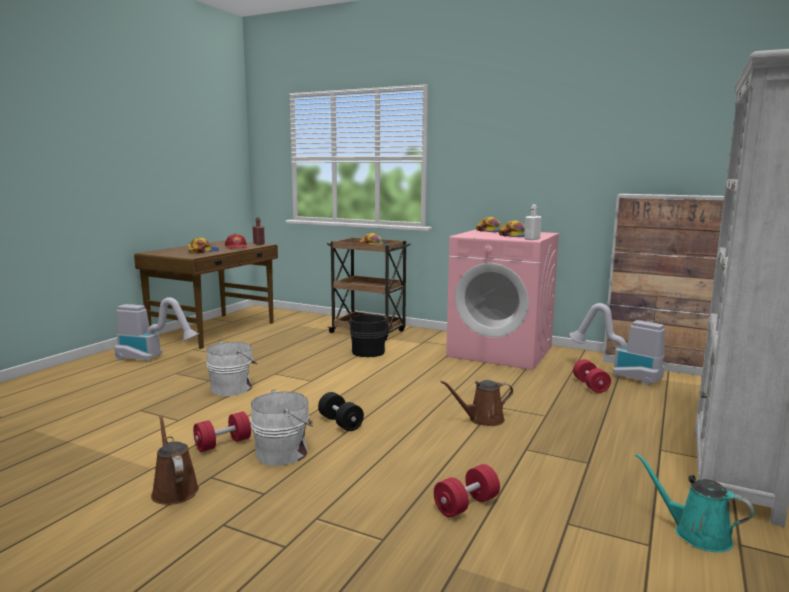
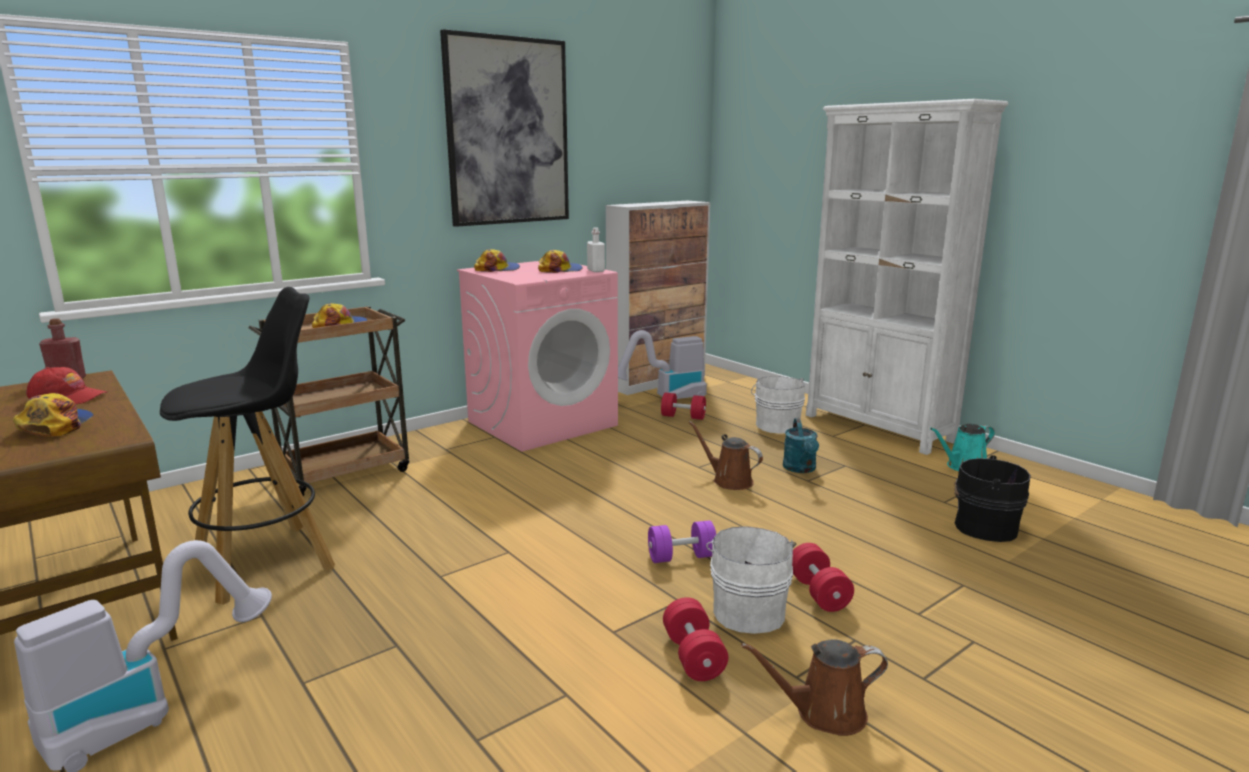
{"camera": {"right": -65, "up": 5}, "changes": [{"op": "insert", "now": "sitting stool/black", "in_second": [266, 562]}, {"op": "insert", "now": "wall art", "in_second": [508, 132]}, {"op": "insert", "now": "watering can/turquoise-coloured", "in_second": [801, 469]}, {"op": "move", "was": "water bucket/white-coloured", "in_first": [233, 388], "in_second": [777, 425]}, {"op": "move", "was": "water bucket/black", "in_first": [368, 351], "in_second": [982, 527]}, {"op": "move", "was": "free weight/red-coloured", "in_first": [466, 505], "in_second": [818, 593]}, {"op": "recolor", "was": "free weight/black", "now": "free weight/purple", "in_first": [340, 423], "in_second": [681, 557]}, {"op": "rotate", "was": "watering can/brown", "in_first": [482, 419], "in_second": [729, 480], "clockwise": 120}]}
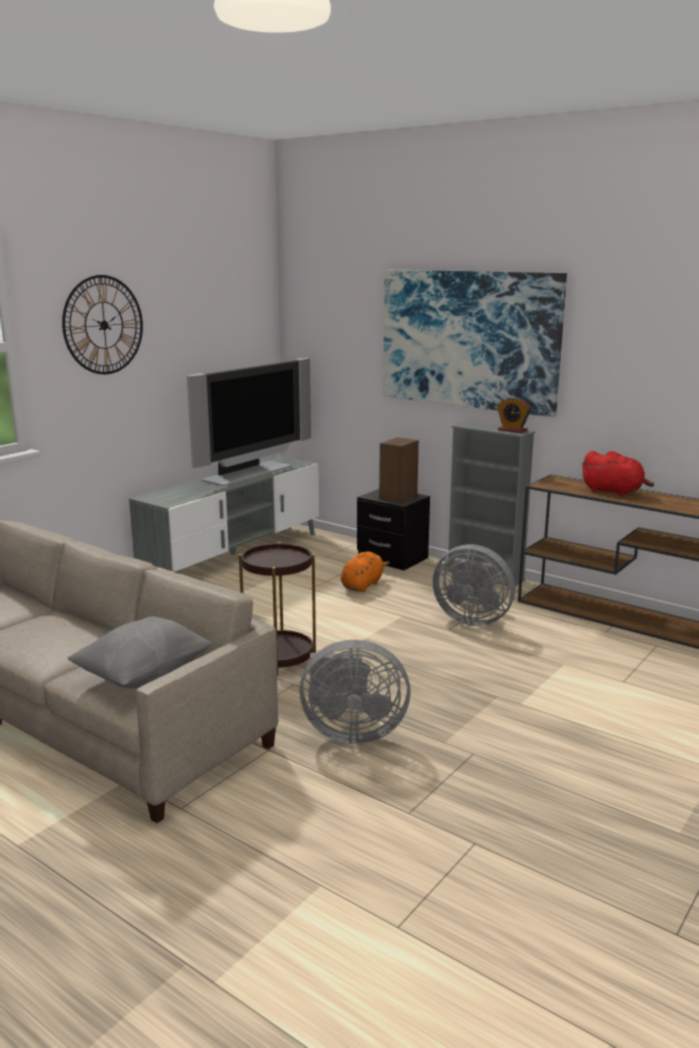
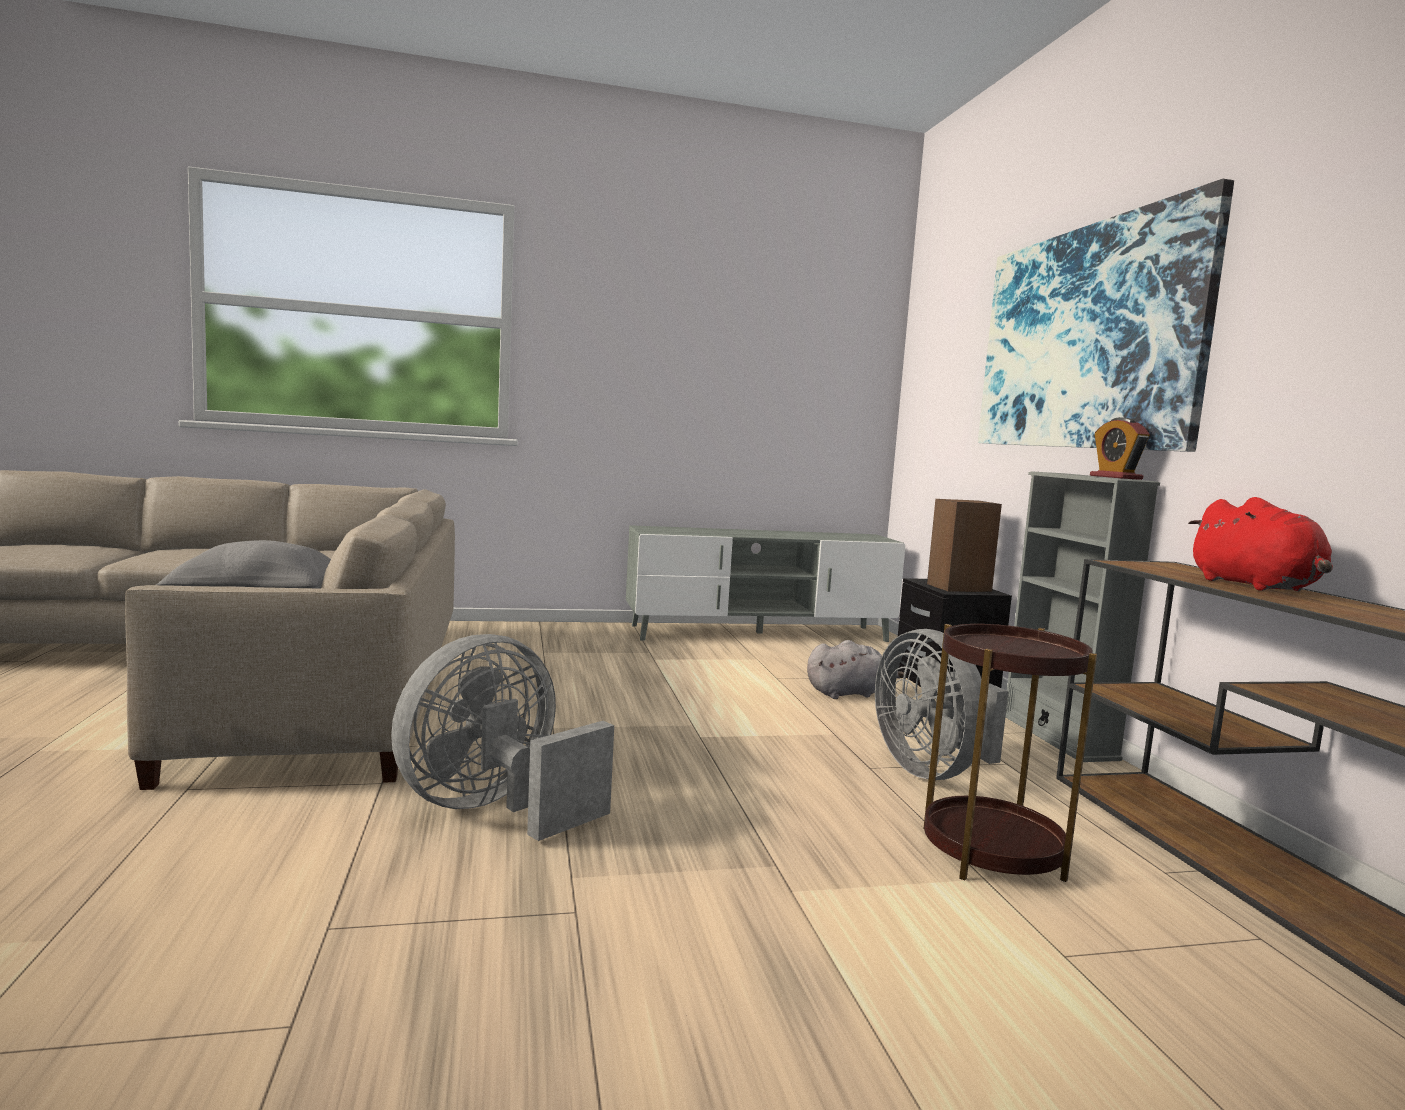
{"camera": {"right": 40, "up": -10}, "changes": [{"op": "delete", "was": "hanging clock", "in_first": [103, 325]}, {"op": "delete", "was": "TV", "in_first": [249, 473]}, {"op": "move", "was": "side table/brown", "in_first": [279, 658], "in_second": [991, 853]}, {"op": "recolor", "was": "cuddly toy/orange-coloured", "now": "cuddly toy/greyish", "in_first": [363, 585], "in_second": [848, 693]}, {"op": "rotate", "was": "fan/greyish", "in_first": [351, 732], "in_second": [495, 809], "clockwise": 90}]}
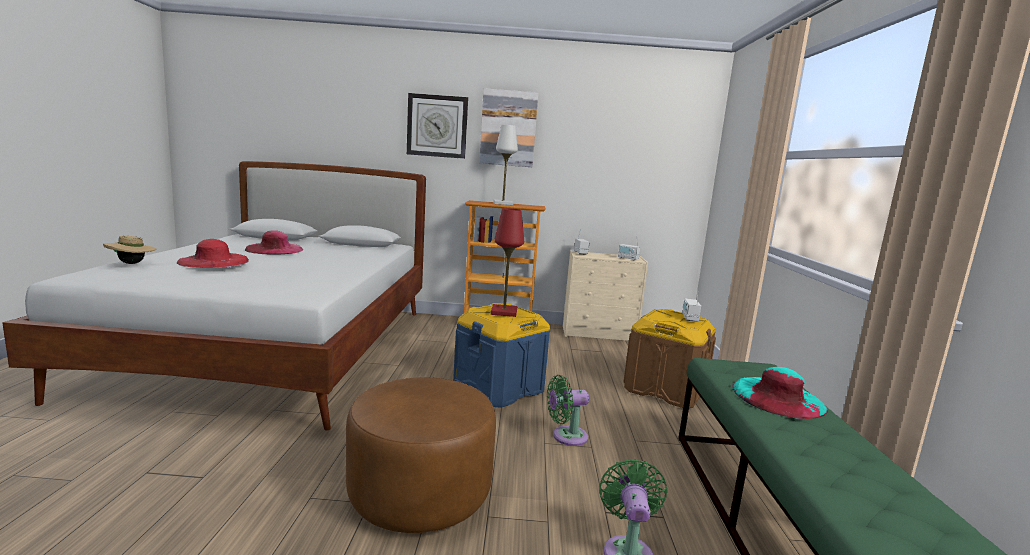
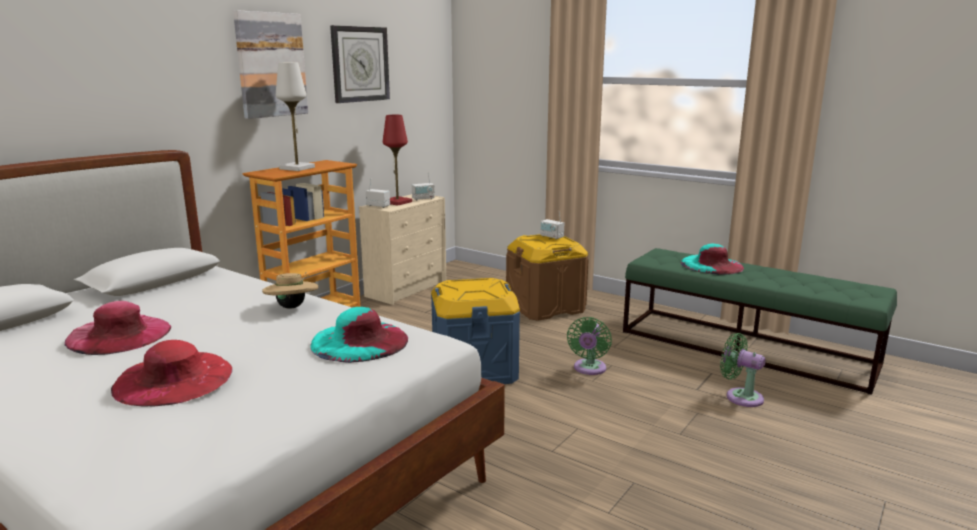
{"camera": {"right": -55, "up": 5}, "changes": [{"op": "delete", "was": "footrest/brown", "in_first": [420, 493]}, {"op": "insert", "now": "wearable hat/turquoise-coloured", "in_second": [359, 341]}, {"op": "move", "was": "wearable hat/beige", "in_first": [132, 263], "in_second": [292, 307]}, {"op": "move", "was": "hanging clock", "in_first": [437, 126], "in_second": [360, 64]}, {"op": "move", "was": "table lamp/red-coloured", "in_first": [504, 312], "in_second": [397, 202]}]}
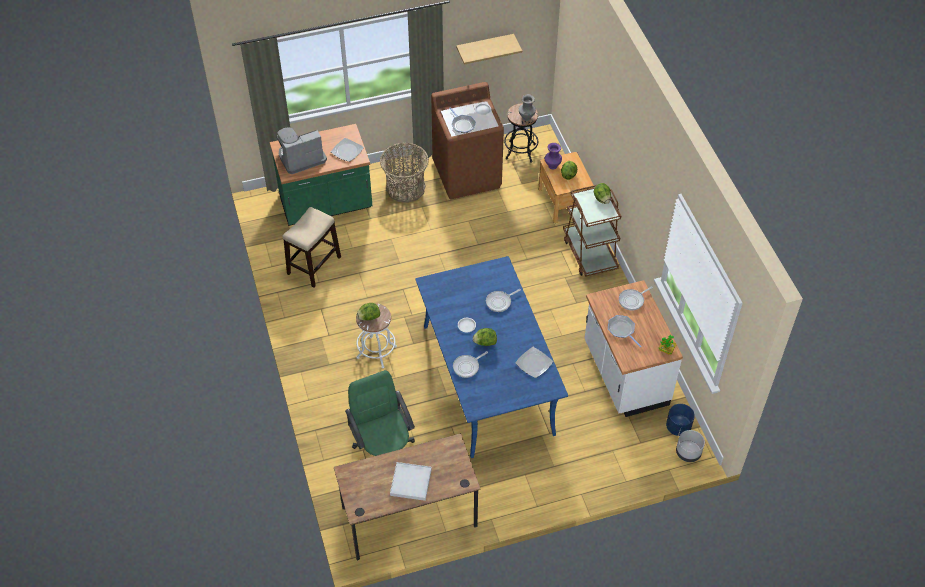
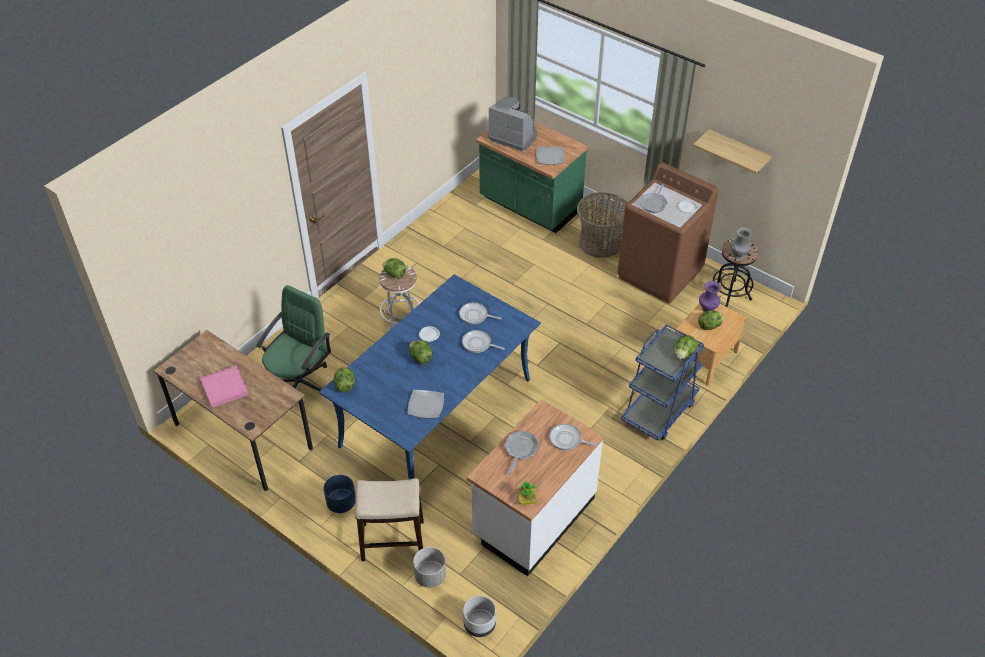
{"camera": {"right": 55, "up": -5}, "changes": [{"op": "insert", "now": "head of lettuce", "in_second": [345, 385]}, {"op": "insert", "now": "plant pot/greyish", "in_second": [430, 576]}, {"op": "move", "was": "sitting stool", "in_first": [314, 265], "in_second": [393, 540]}, {"op": "move", "was": "frying pan", "in_first": [467, 366], "in_second": [475, 315]}, {"op": "move", "was": "plant pot/blue", "in_first": [678, 427], "in_second": [341, 503]}, {"op": "recolor", "was": "tray/white-coloured", "now": "tray/pink-coloured", "in_first": [410, 482], "in_second": [224, 388]}, {"op": "recolor", "was": "trolley/brown", "now": "trolley/blue", "in_first": [589, 253], "in_second": [659, 411]}]}
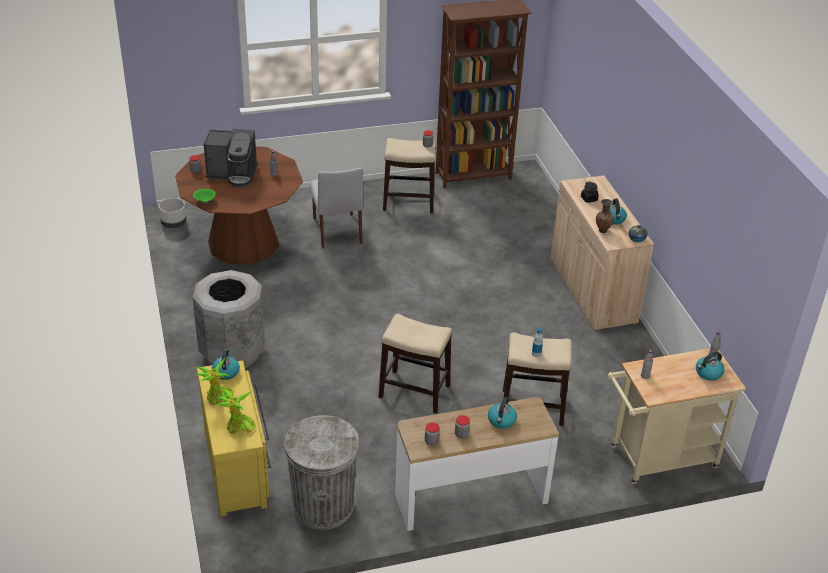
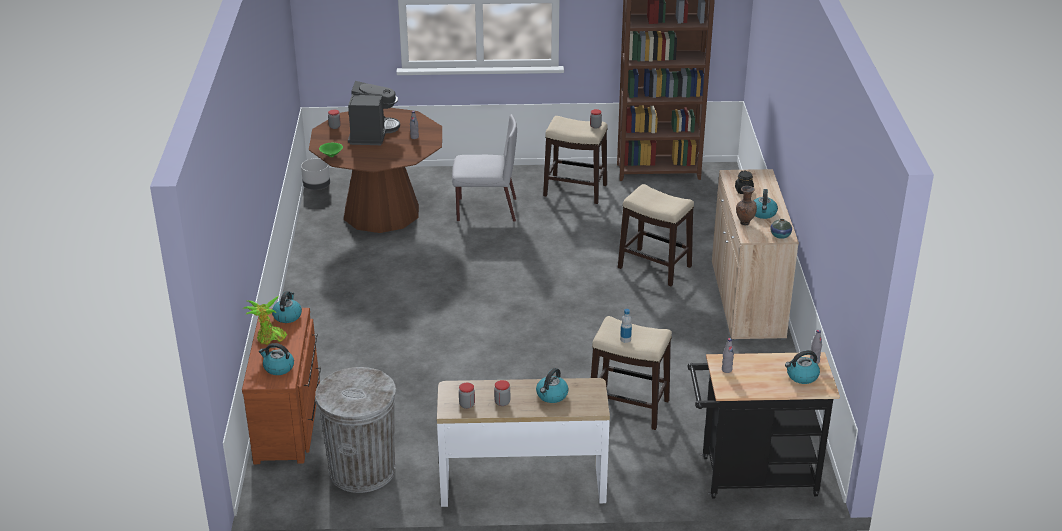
{"camera": {"right": 15, "up": -5}, "changes": [{"op": "delete", "was": "trash can/greyish", "in_first": [232, 352]}, {"op": "move", "was": "sitting stool", "in_first": [415, 391], "in_second": [655, 267]}, {"op": "replace", "was": "houseplant", "now": "tea kettle", "in_first": [239, 427], "in_second": [278, 368]}, {"op": "recolor", "was": "dresser/yellow-coloured", "now": "dresser/brown", "in_first": [237, 466], "in_second": [289, 420]}, {"op": "recolor", "was": "trolley/beige", "now": "trolley/black", "in_first": [657, 459], "in_second": [751, 477]}, {"op": "rotate", "was": "coffee brewer", "in_first": [233, 174], "in_second": [371, 133], "clockwise": -105}, {"op": "rotate", "was": "chair/greyish", "in_first": [337, 230], "in_second": [485, 210], "clockwise": -90}]}
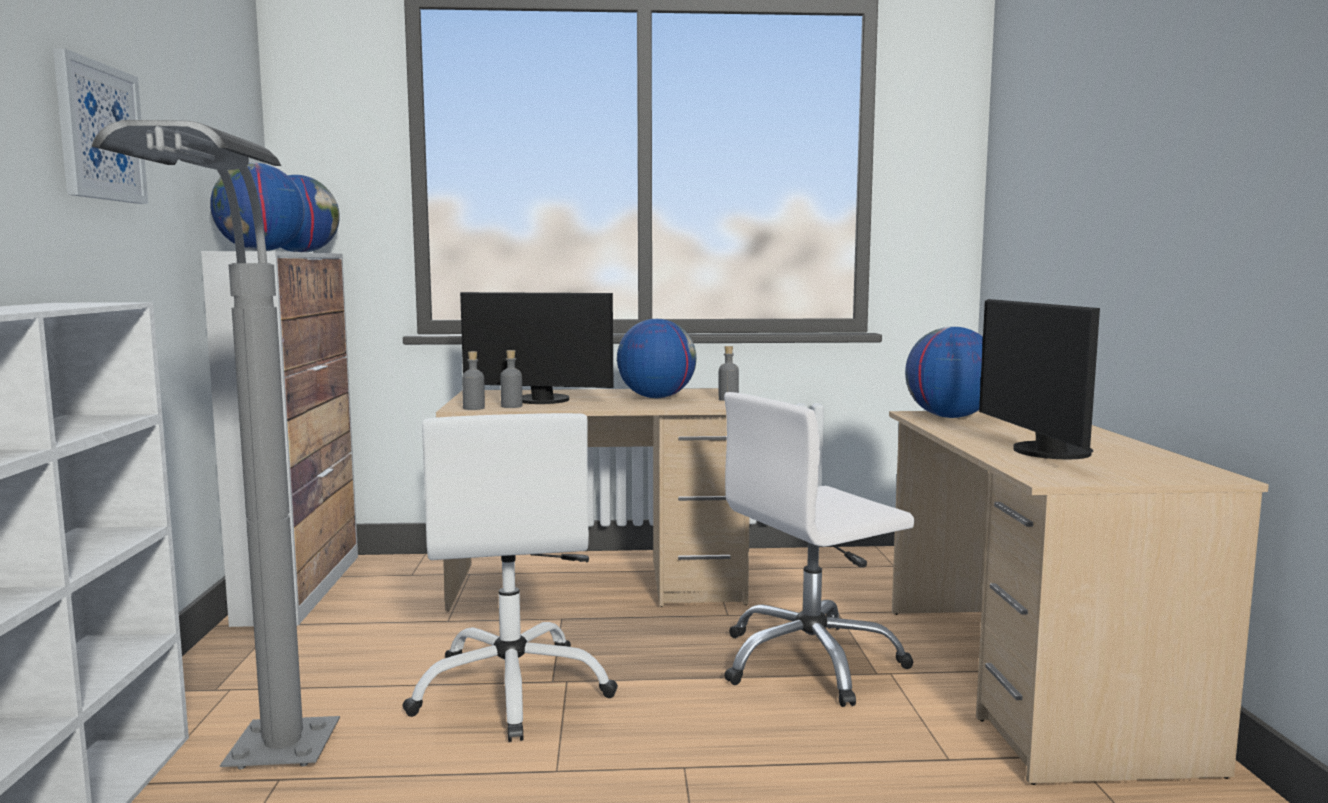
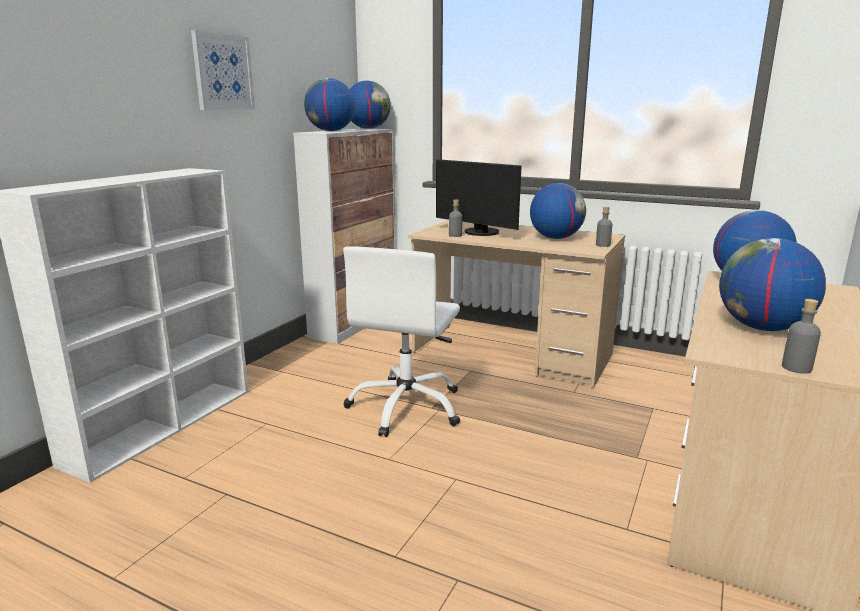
{"camera": {"right": 30, "up": 10}, "changes": [{"op": "delete", "was": "standard lamp/greyish", "in_first": [264, 787]}, {"op": "delete", "was": "desk chair/white-coloured", "in_first": [810, 662]}, {"op": "move", "was": "drink bottle/greyish", "in_first": [474, 408], "in_second": [796, 368]}, {"op": "replace", "was": "computer screen", "now": "world globe", "in_first": [1043, 452], "in_second": [762, 328]}]}
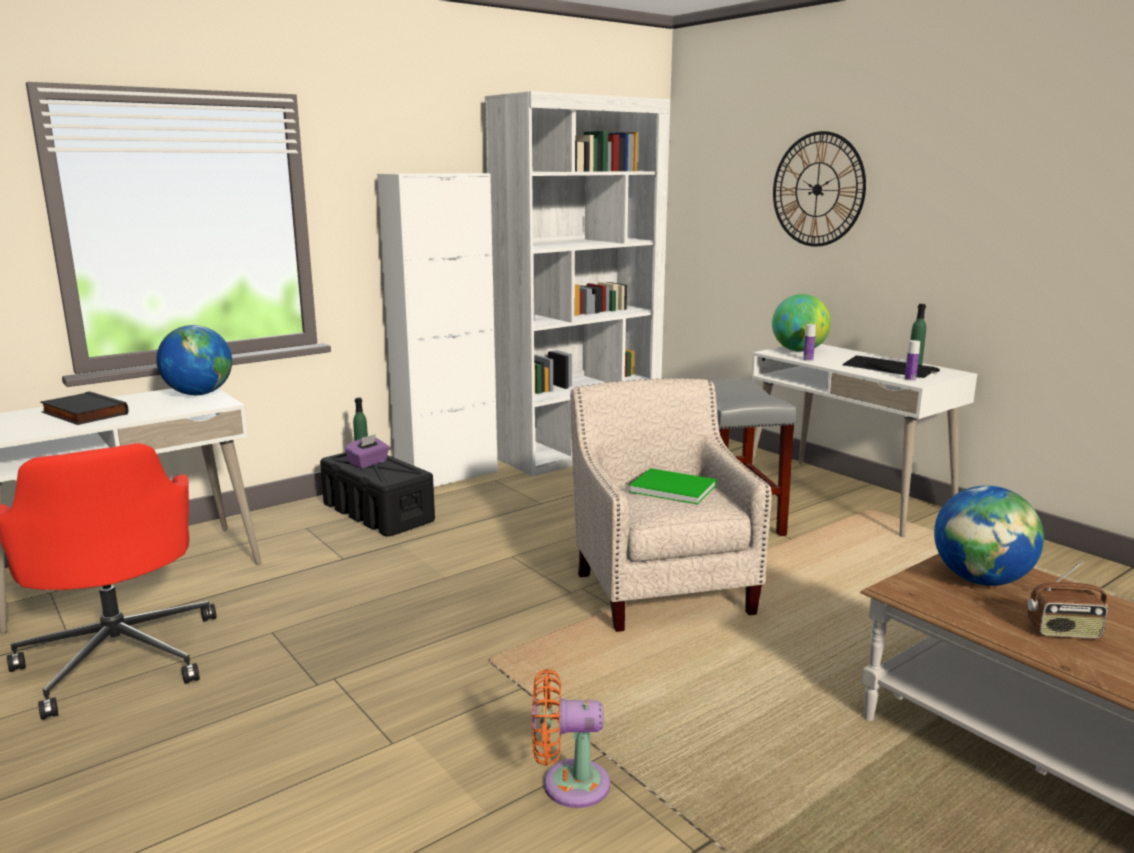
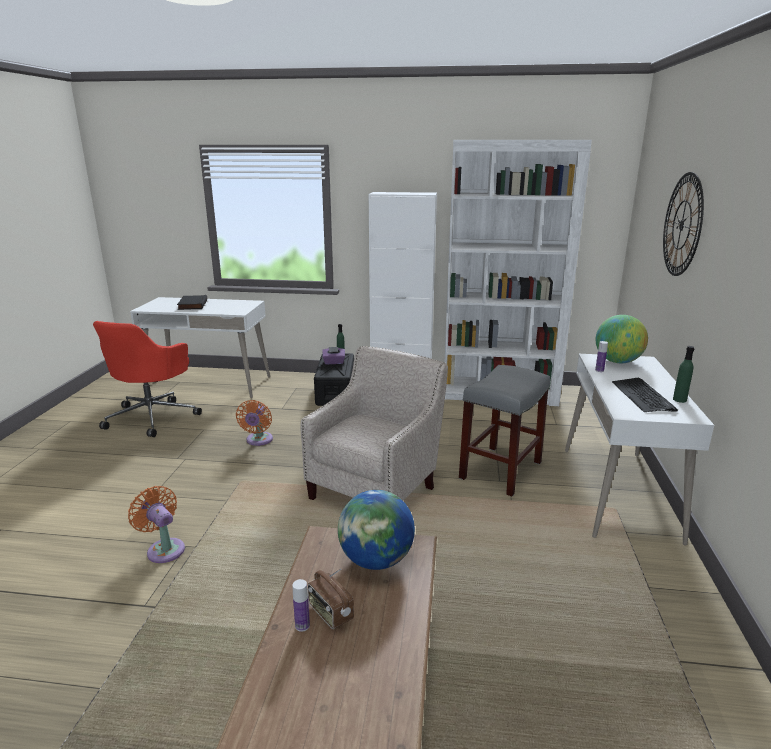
{"camera": {"right": 45, "up": 5}, "changes": [{"op": "delete", "was": "world globe", "in_first": [199, 394]}, {"op": "delete", "was": "book/green", "in_first": [671, 487]}, {"op": "insert", "now": "fan/orange-coloured", "in_second": [258, 441]}, {"op": "move", "was": "drink bottle", "in_first": [910, 379], "in_second": [302, 625]}]}
